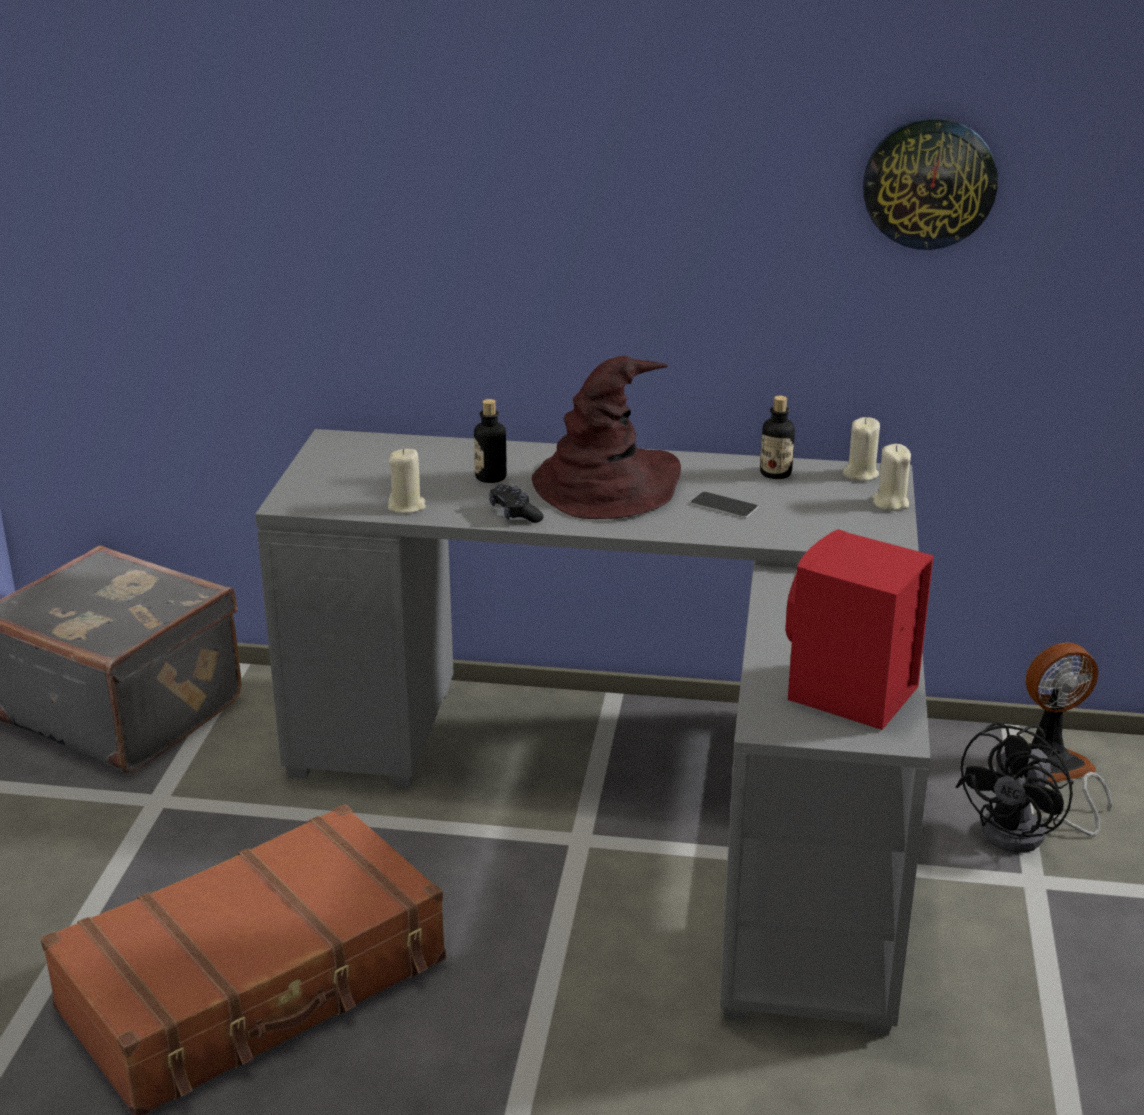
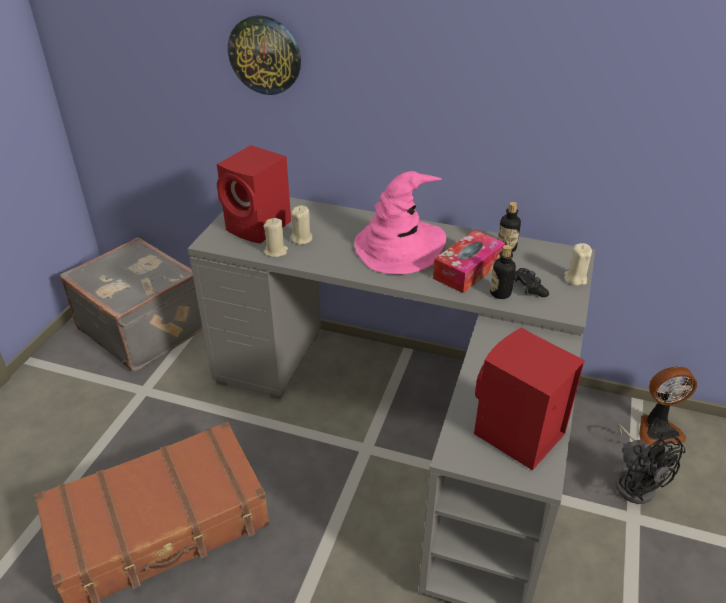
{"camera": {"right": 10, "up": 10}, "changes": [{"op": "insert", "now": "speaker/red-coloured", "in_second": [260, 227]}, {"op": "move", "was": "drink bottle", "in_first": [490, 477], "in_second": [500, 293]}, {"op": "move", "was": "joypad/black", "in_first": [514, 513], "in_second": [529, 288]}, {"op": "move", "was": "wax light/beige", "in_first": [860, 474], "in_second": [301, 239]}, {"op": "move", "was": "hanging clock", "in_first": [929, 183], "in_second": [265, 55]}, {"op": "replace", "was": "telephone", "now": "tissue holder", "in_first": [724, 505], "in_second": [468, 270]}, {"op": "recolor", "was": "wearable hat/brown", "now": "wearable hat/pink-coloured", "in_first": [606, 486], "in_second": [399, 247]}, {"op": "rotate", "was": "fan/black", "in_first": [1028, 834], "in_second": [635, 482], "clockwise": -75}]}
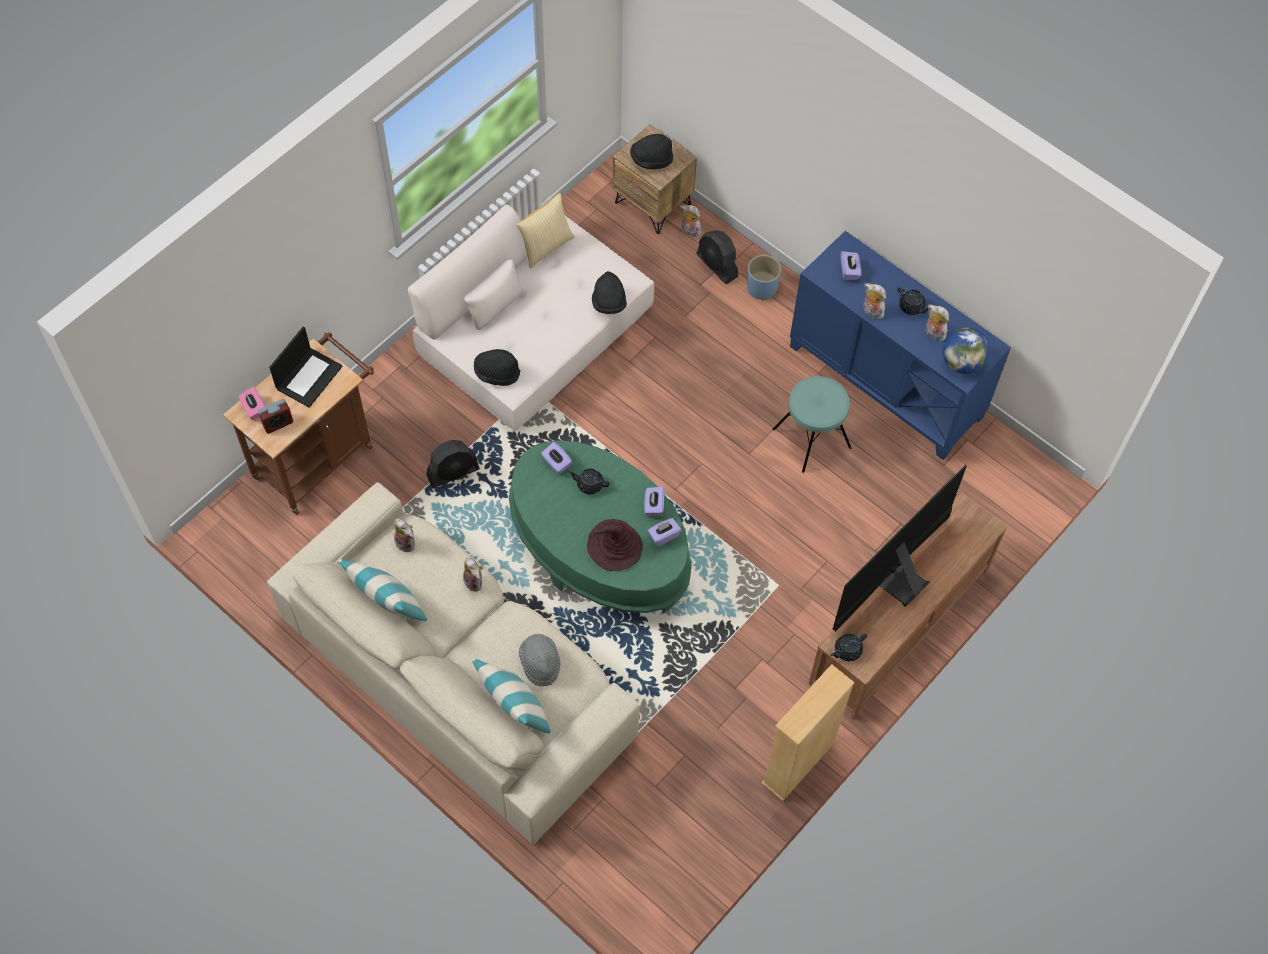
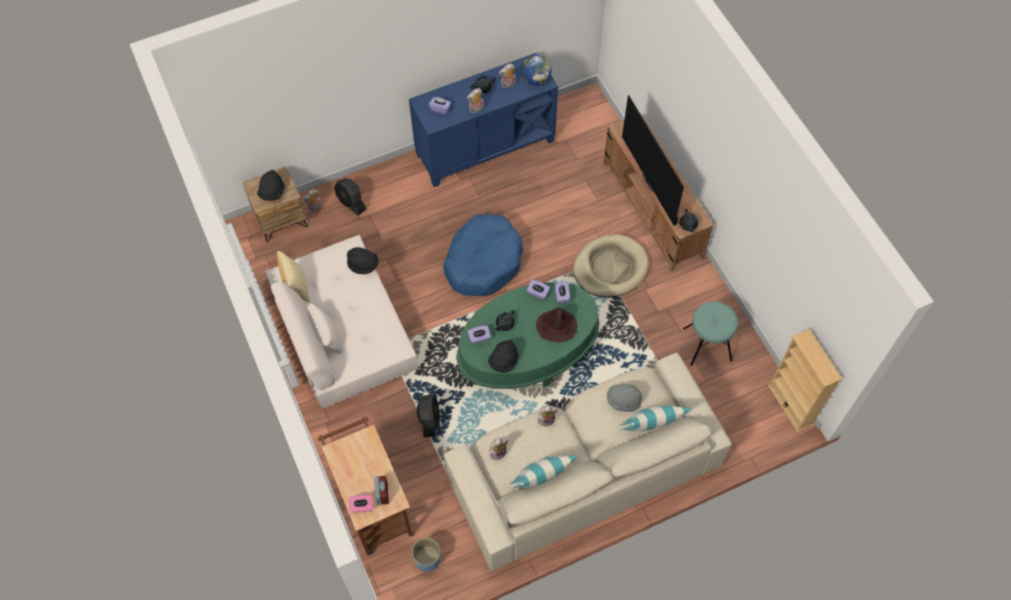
{"camera": {"right": -65, "up": 0}, "changes": [{"op": "delete", "was": "portable computer", "in_first": [309, 376]}, {"op": "insert", "now": "pet bed/blue", "in_second": [483, 261]}, {"op": "insert", "now": "pet bed/beige", "in_second": [610, 268]}, {"op": "move", "was": "wearable hat/black", "in_first": [497, 373], "in_second": [503, 361]}, {"op": "move", "was": "plant pot/blue", "in_first": [761, 288], "in_second": [427, 560]}, {"op": "move", "was": "shelving unit/beige", "in_first": [798, 763], "in_second": [790, 404]}, {"op": "move", "was": "sitting stool/turquoise-coloured", "in_first": [812, 438], "in_second": [707, 344]}, {"op": "rotate", "was": "fan/black", "in_first": [717, 265], "in_second": [351, 203], "clockwise": 60}]}
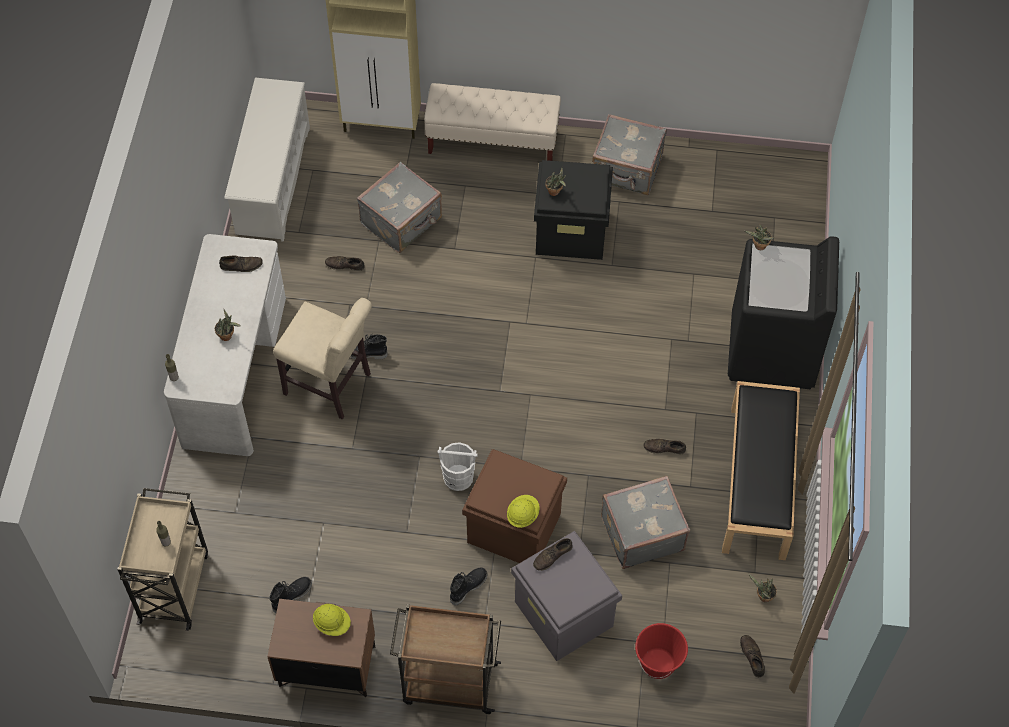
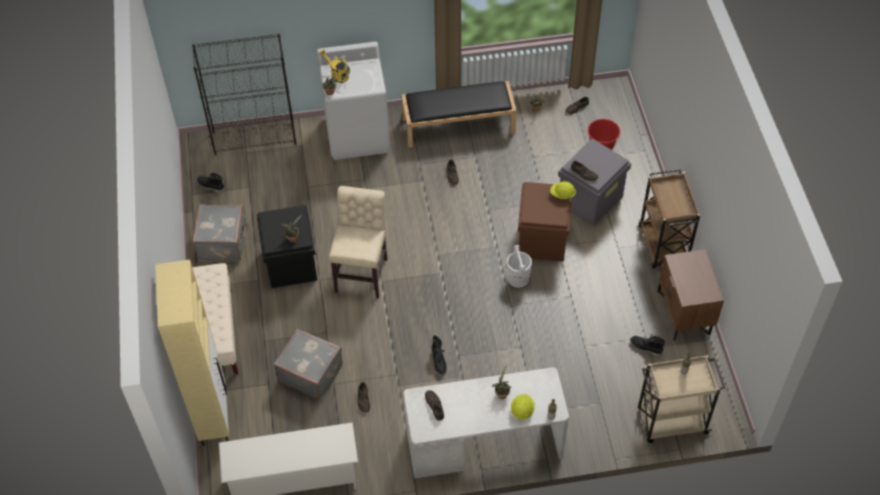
{"camera": {"right": -105, "up": -5}, "changes": [{"op": "delete", "was": "suitcase/greyish", "in_first": [641, 532]}, {"op": "insert", "now": "shelving unit/black", "in_second": [255, 138]}, {"op": "insert", "now": "watering can/yellow-coloured", "in_second": [337, 75]}, {"op": "move", "was": "chair/beige", "in_first": [331, 386], "in_second": [362, 273]}, {"op": "move", "was": "safety helmet/yellow-coloured", "in_first": [332, 624], "in_second": [522, 410]}, {"op": "move", "was": "boot/black", "in_first": [468, 587], "in_second": [210, 186]}, {"op": "recolor", "was": "laundry machine/black", "now": "laundry machine/white-coloured", "in_first": [772, 351], "in_second": [358, 135]}]}
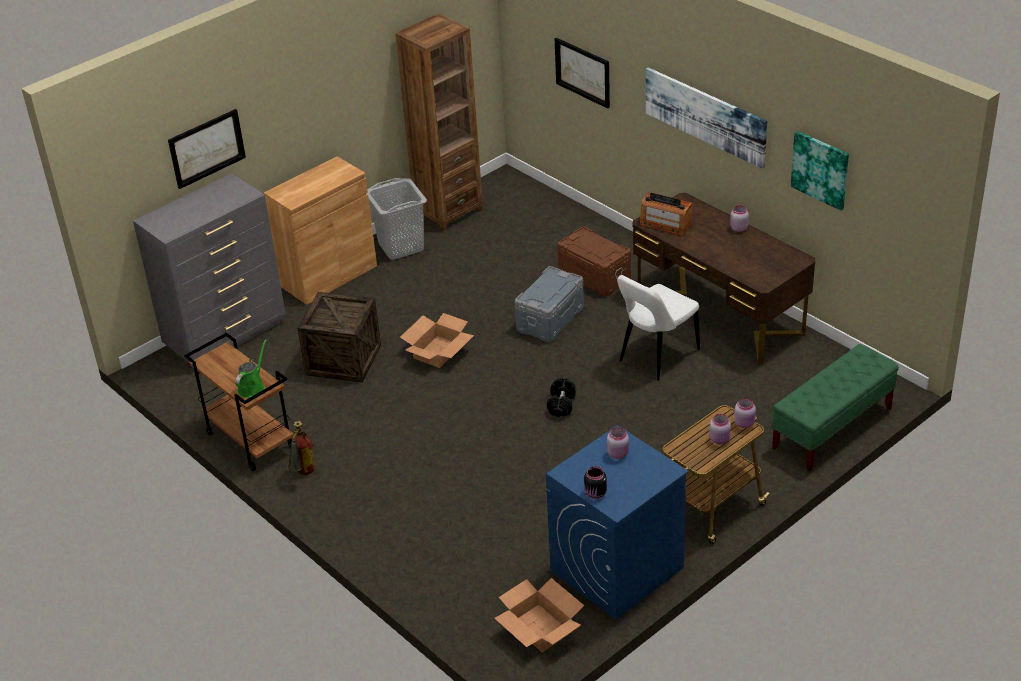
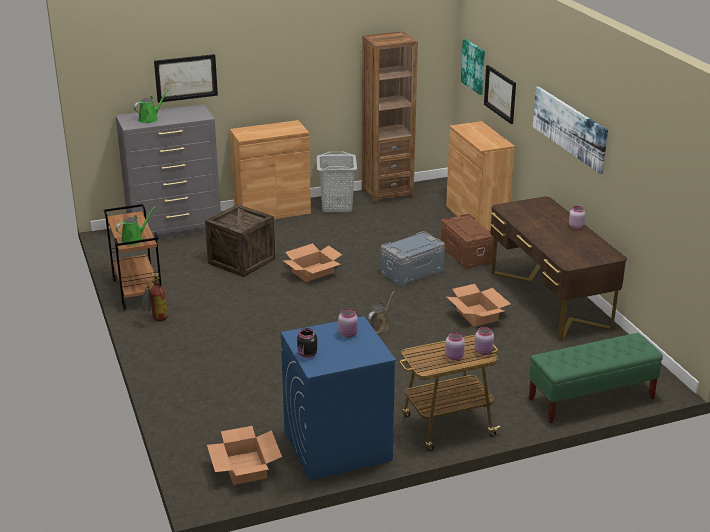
{"camera": {"right": 20, "up": -10}, "changes": [{"op": "delete", "was": "radio receiver", "in_first": [665, 224]}, {"op": "insert", "now": "watering can/green", "in_second": [150, 119]}, {"op": "insert", "now": "storage cabinet/brown", "in_second": [476, 217]}, {"op": "move", "was": "wall art", "in_first": [820, 169], "in_second": [474, 66]}, {"op": "replace", "was": "free weight/black", "now": "watering can/brown", "in_first": [561, 404], "in_second": [379, 326]}, {"op": "replace", "was": "chair/white-coloured", "now": "cardboard box", "in_first": [656, 357], "in_second": [477, 315]}]}
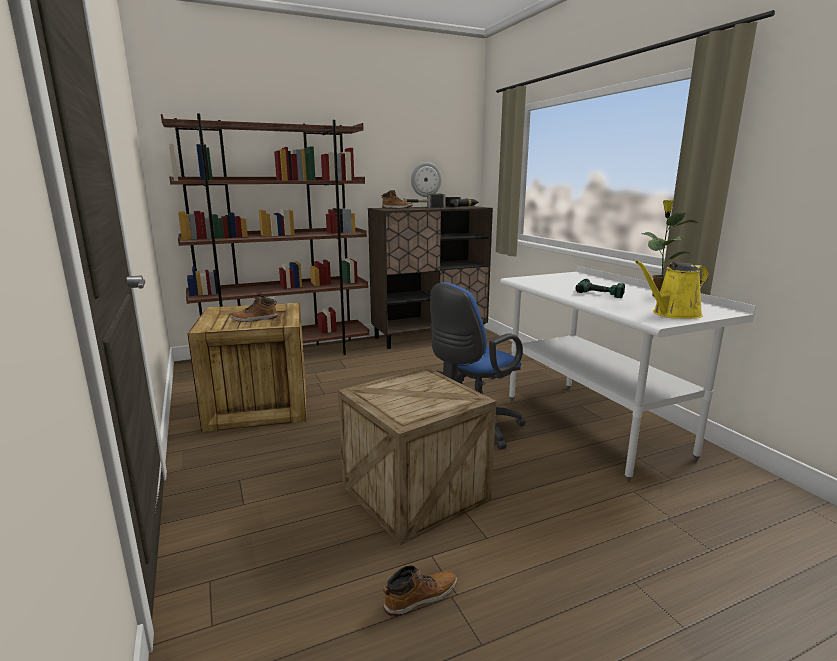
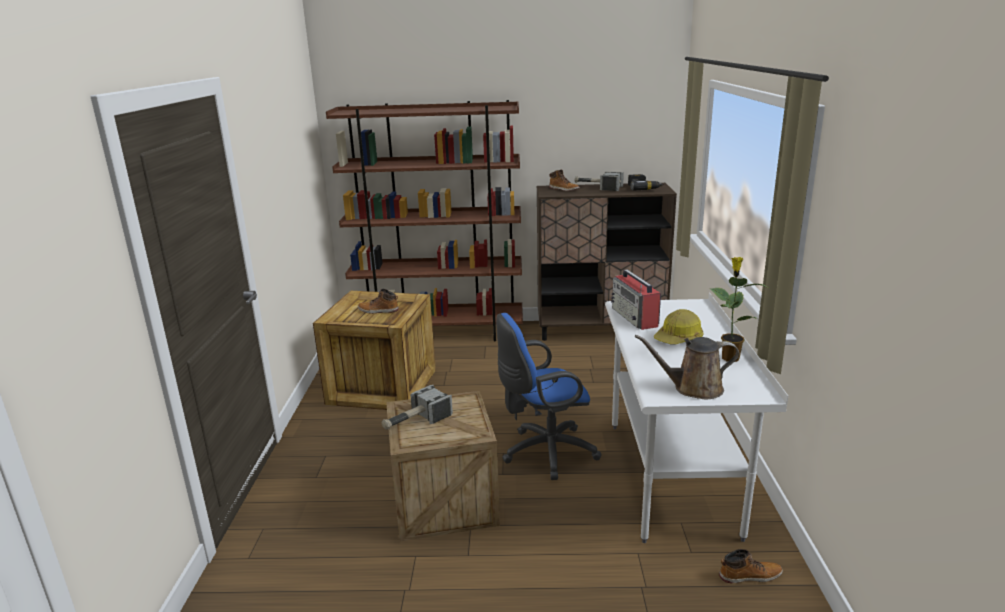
{"camera": {"right": 25, "up": 5}, "changes": [{"op": "delete", "was": "hanging clock", "in_first": [425, 179]}, {"op": "insert", "now": "tool hammer", "in_second": [415, 421]}, {"op": "insert", "now": "radio receiver", "in_second": [635, 317]}, {"op": "move", "was": "boot", "in_first": [420, 597], "in_second": [749, 575]}, {"op": "replace", "was": "power drill", "now": "safety helmet", "in_first": [600, 291], "in_second": [678, 338]}, {"op": "recolor", "was": "watering can/yellow-coloured", "now": "watering can/brown", "in_first": [673, 314], "in_second": [693, 388]}]}
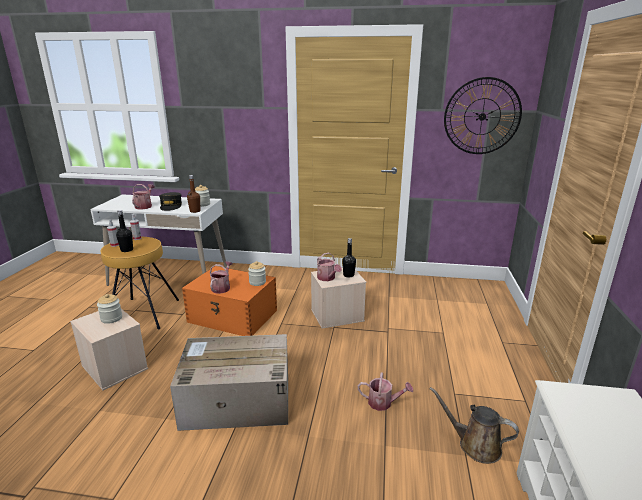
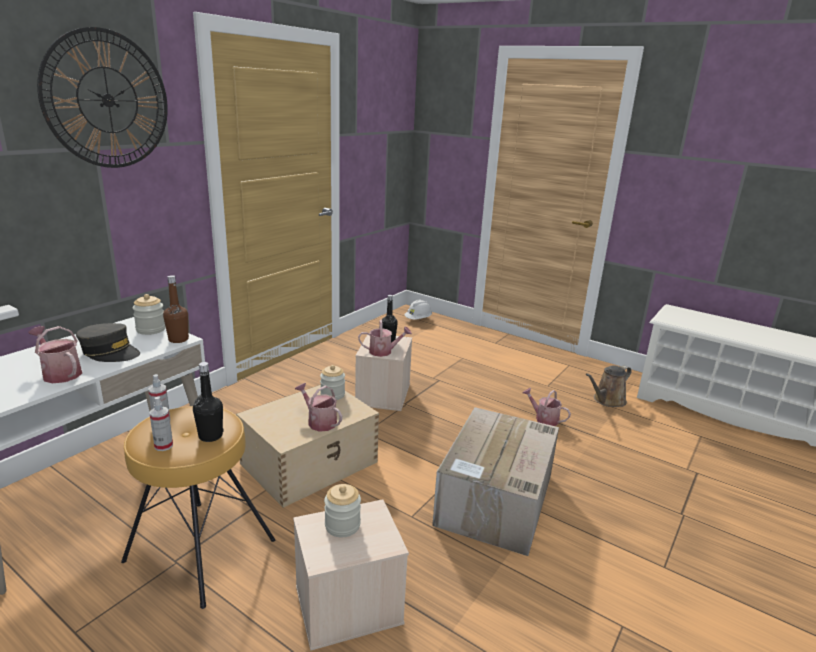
{"camera": {"right": -65, "up": 0}, "changes": [{"op": "insert", "now": "safety helmet/white-coloured", "in_second": [418, 319]}, {"op": "move", "was": "hanging clock", "in_first": [482, 116], "in_second": [108, 100]}, {"op": "recolor", "was": "storage box/orange-coloured", "now": "storage box/beige", "in_first": [233, 316], "in_second": [311, 463]}, {"op": "rotate", "was": "watering can", "in_first": [383, 403], "in_second": [543, 418], "clockwise": -90}]}
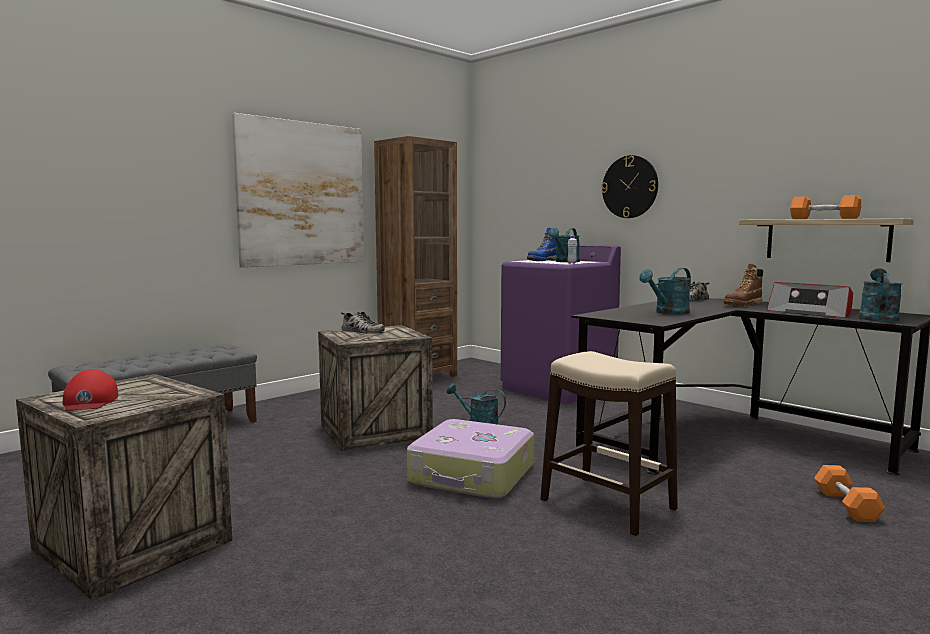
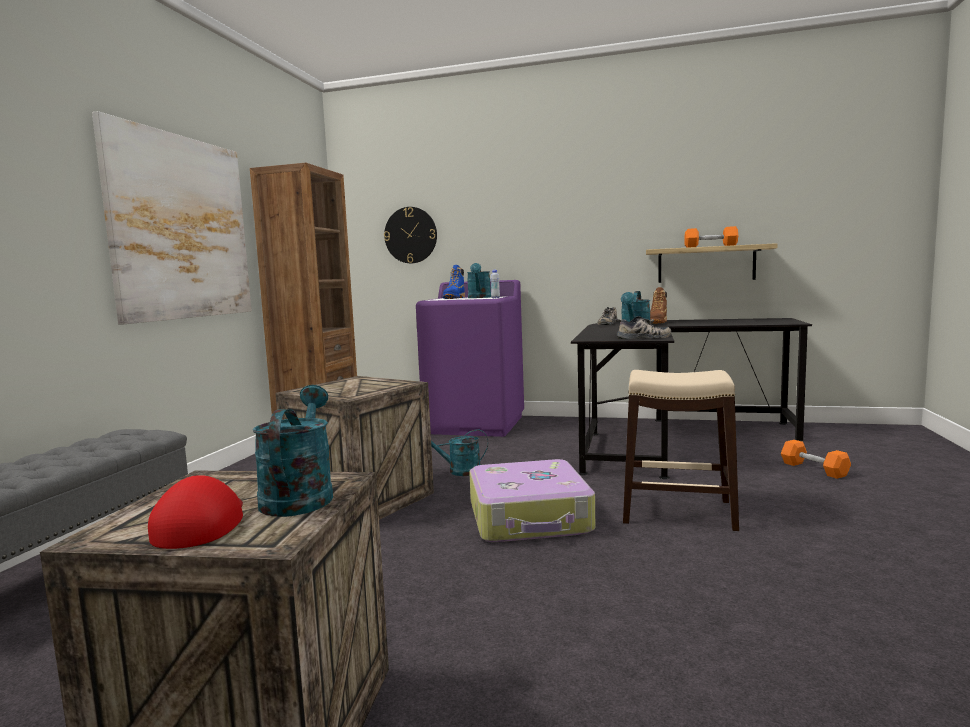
{"camera": {"right": -30, "up": 0}, "changes": [{"op": "delete", "was": "radio receiver", "in_first": [810, 313]}, {"op": "move", "was": "item of footwear", "in_first": [361, 331], "in_second": [643, 337]}, {"op": "move", "was": "hanging clock", "in_first": [630, 187], "in_second": [410, 235]}, {"op": "move", "was": "watering can/turquoise-coloured", "in_first": [877, 318], "in_second": [299, 495]}, {"op": "rotate", "was": "cap/red-coloured", "in_first": [89, 401], "in_second": [202, 523], "clockwise": -135}]}
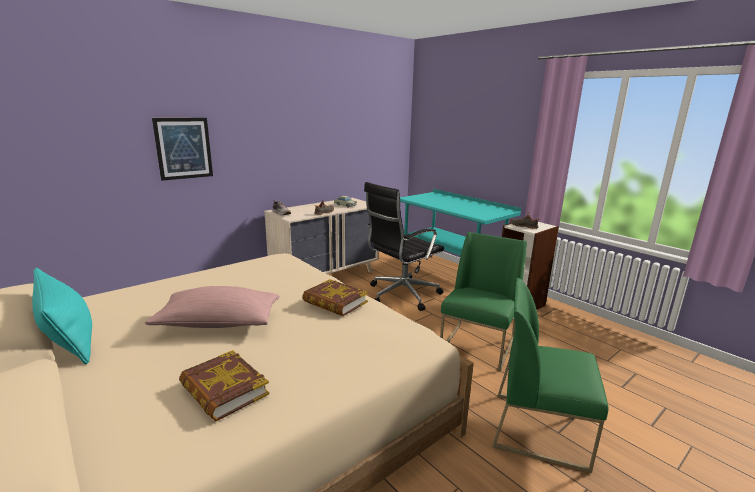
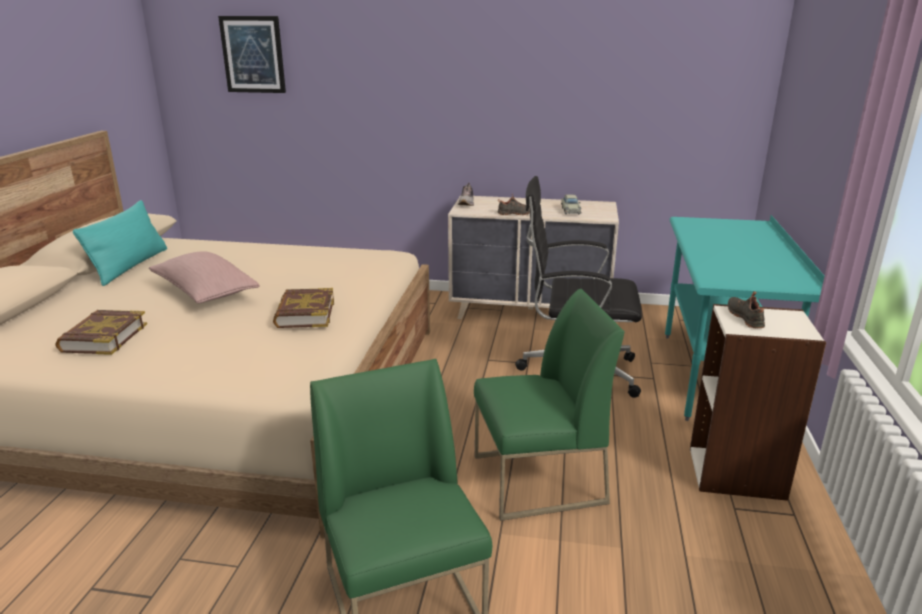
{"camera": {"right": 50, "up": 5}, "changes": [{"op": "move", "was": "wall art", "in_first": [183, 148], "in_second": [253, 54]}]}
